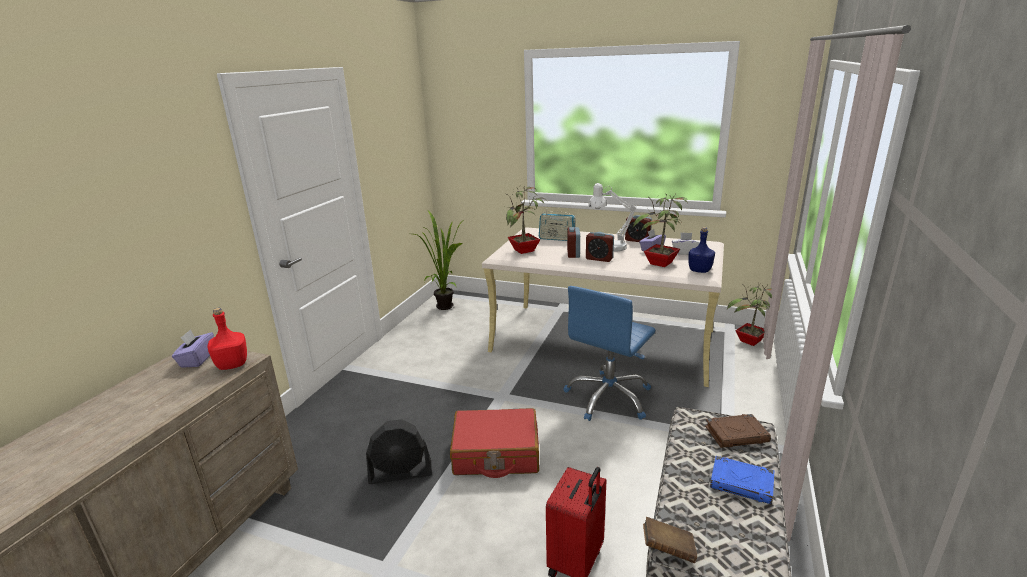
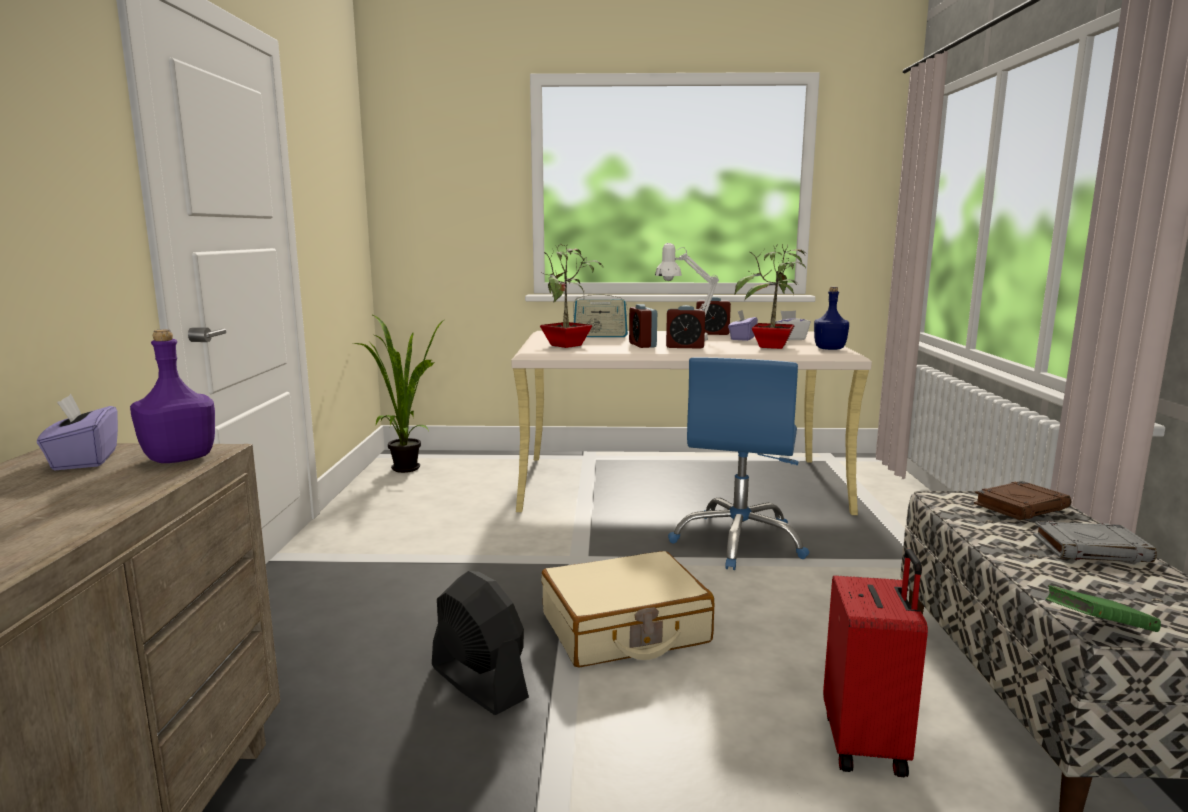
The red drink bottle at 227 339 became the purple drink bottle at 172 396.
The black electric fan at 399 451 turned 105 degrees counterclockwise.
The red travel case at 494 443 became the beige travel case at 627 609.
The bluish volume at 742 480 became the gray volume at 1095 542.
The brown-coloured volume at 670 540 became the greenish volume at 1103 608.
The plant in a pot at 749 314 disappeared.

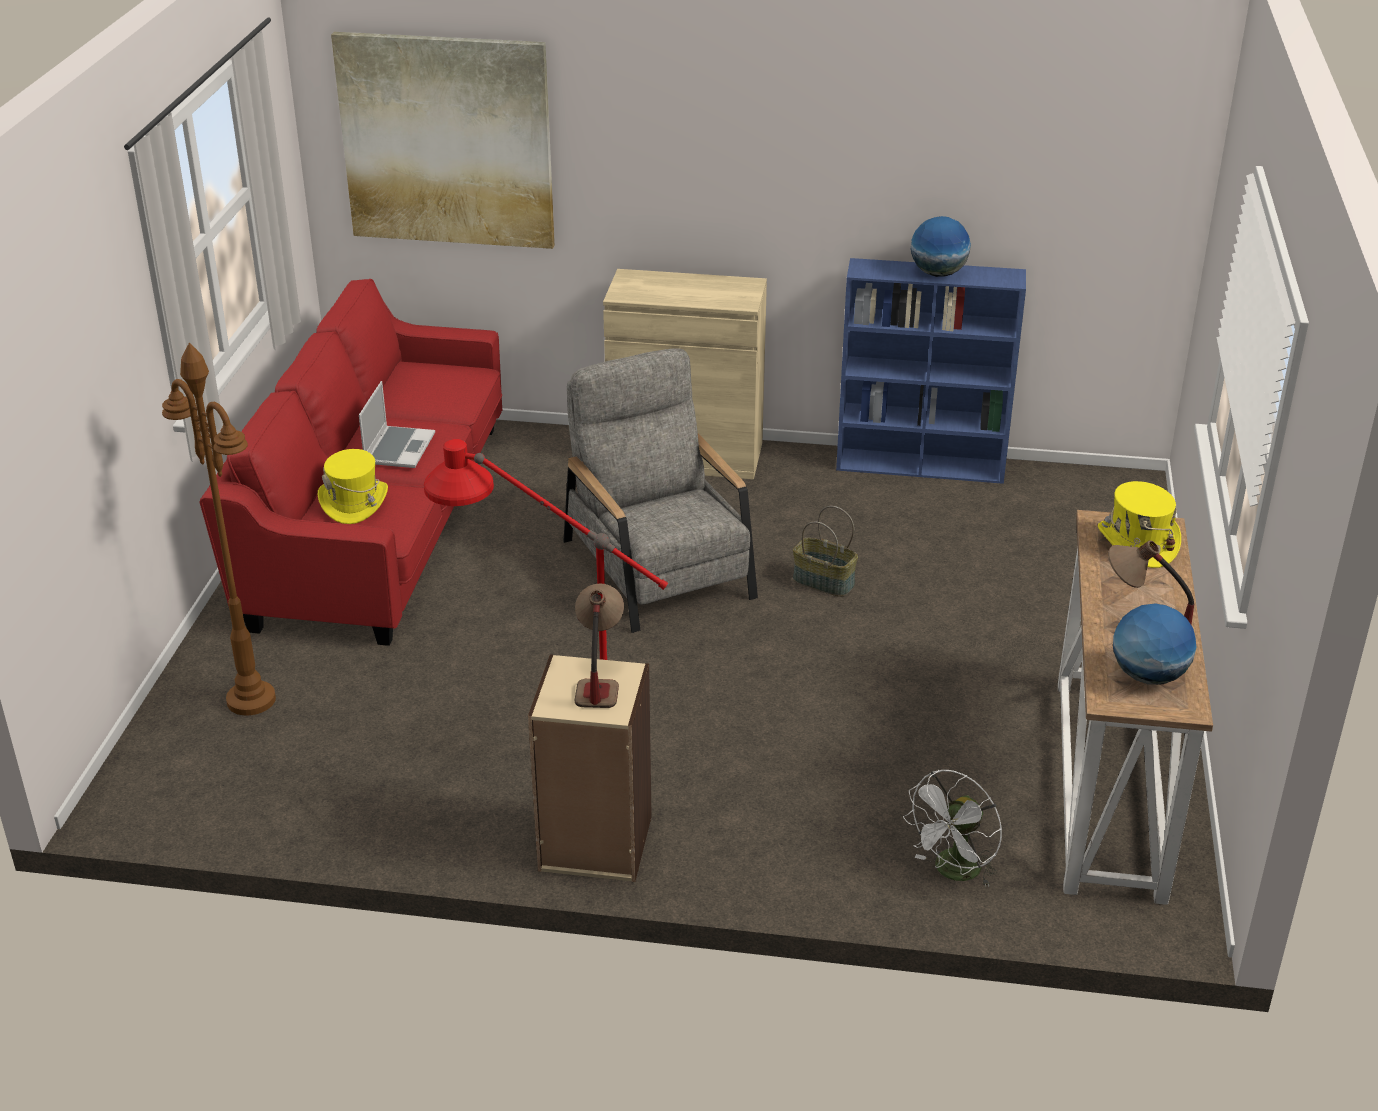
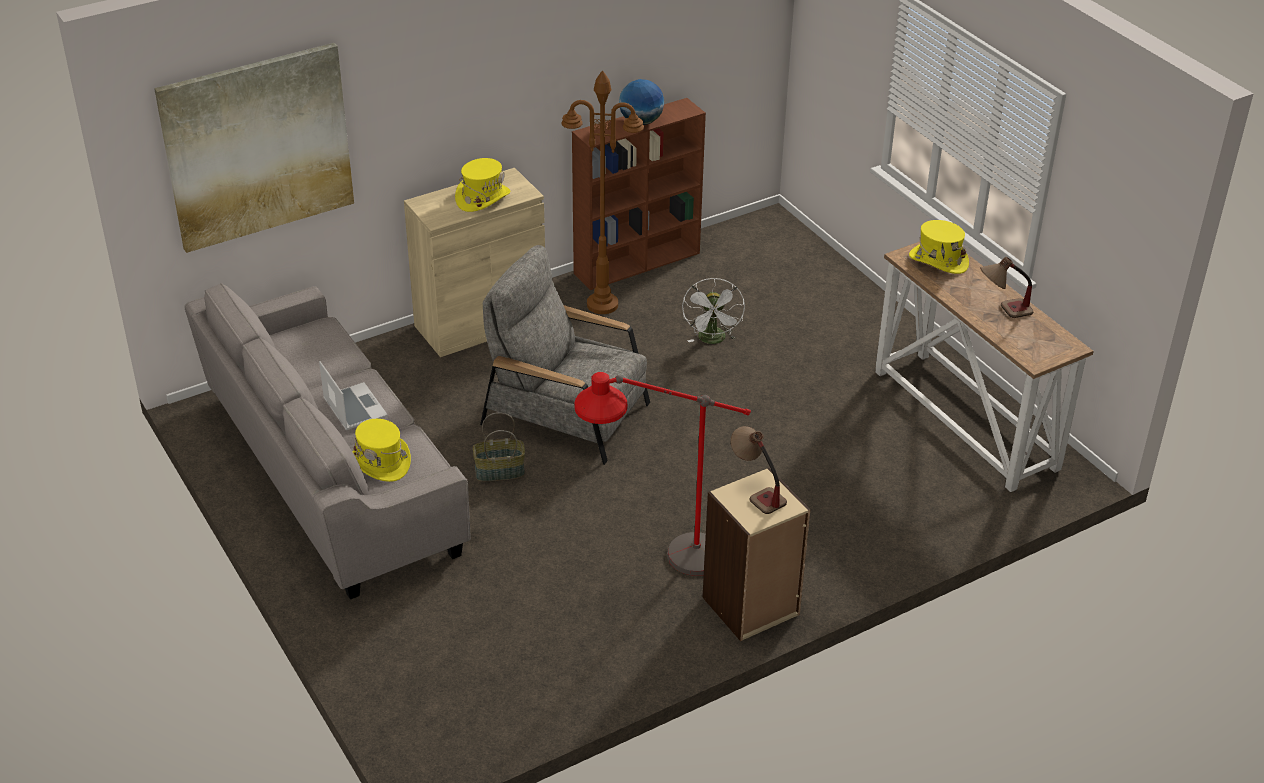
The red settee at 350 462 became the gray settee at 327 441.
The yellow-coloured clothing hat at 482 185 appeared.
The storage basket moved from 825 551 to 499 446.
The brown-coloured floor lamp moved from 219 529 to 602 192.
The bluish bookshelf at 931 371 became the brown-coloured bookshelf at 639 194.
The white electric fan moved from 952 828 to 713 311.
The desk globe at 1155 644 disappeared.

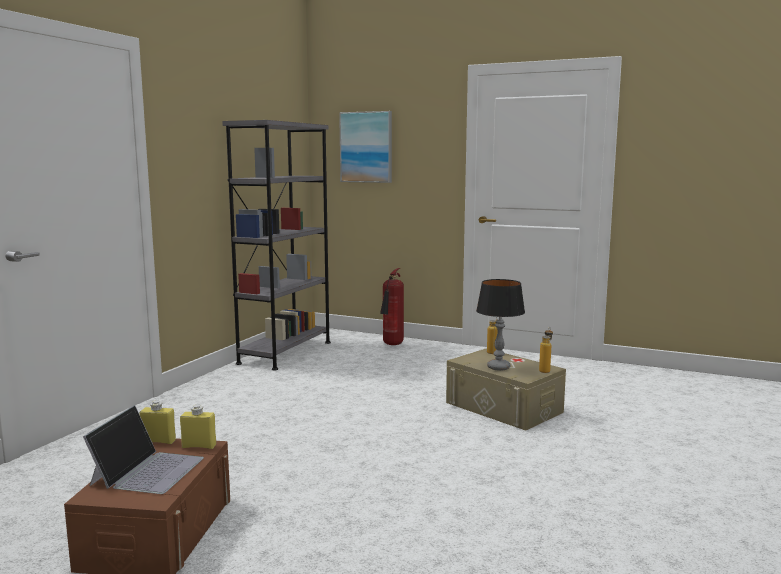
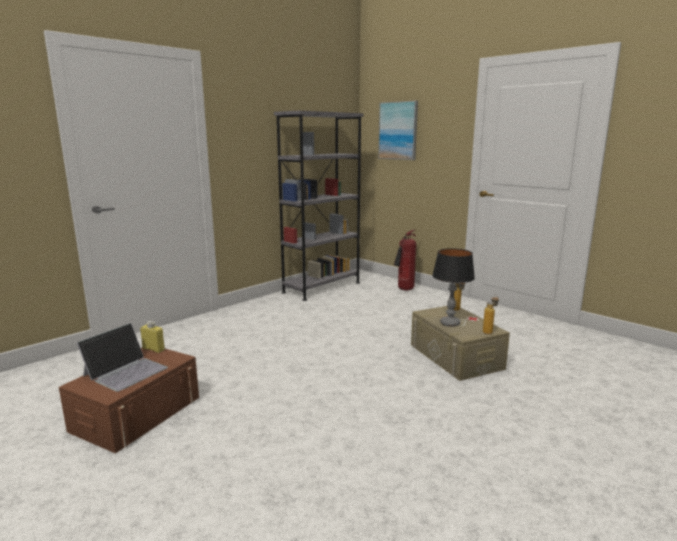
The yellow-coloured drink bottle at 198 427 disappeared.

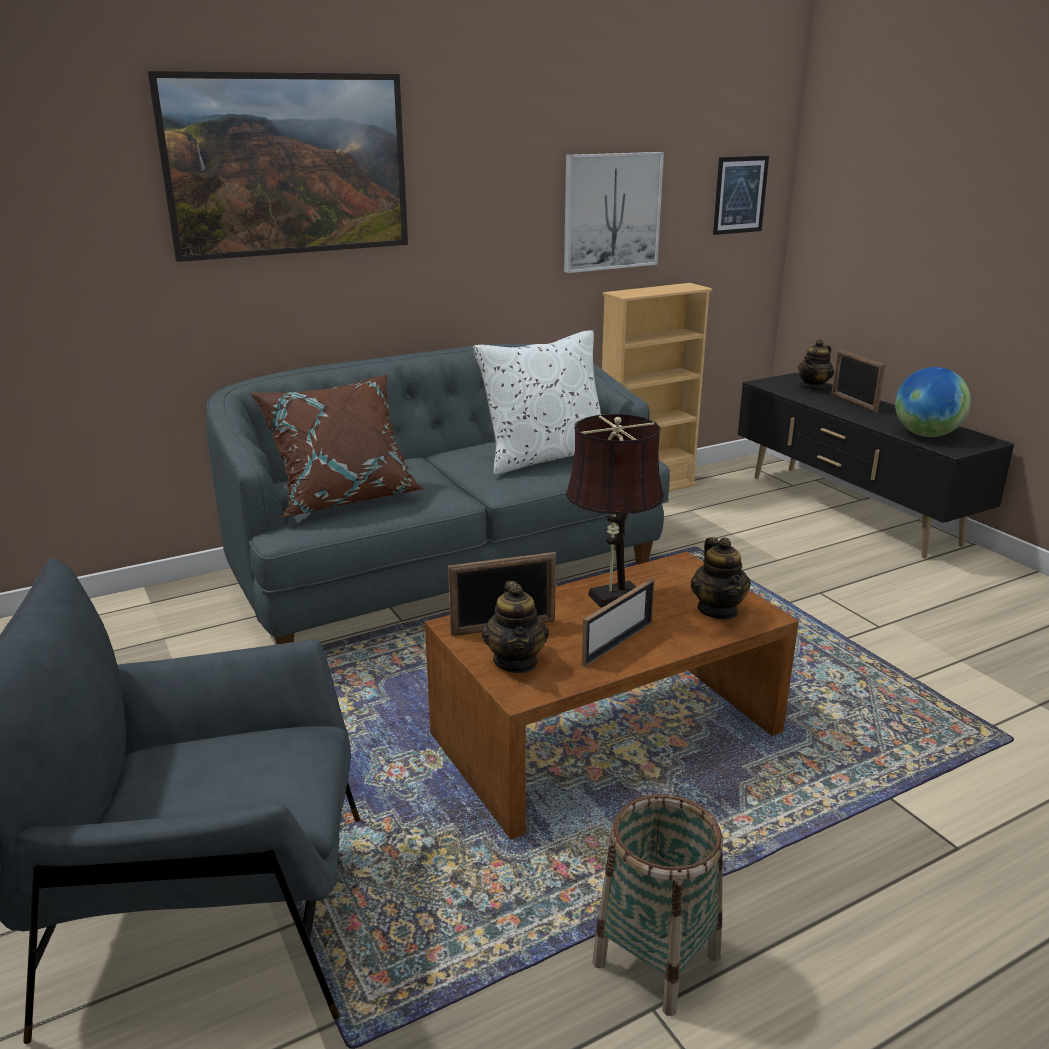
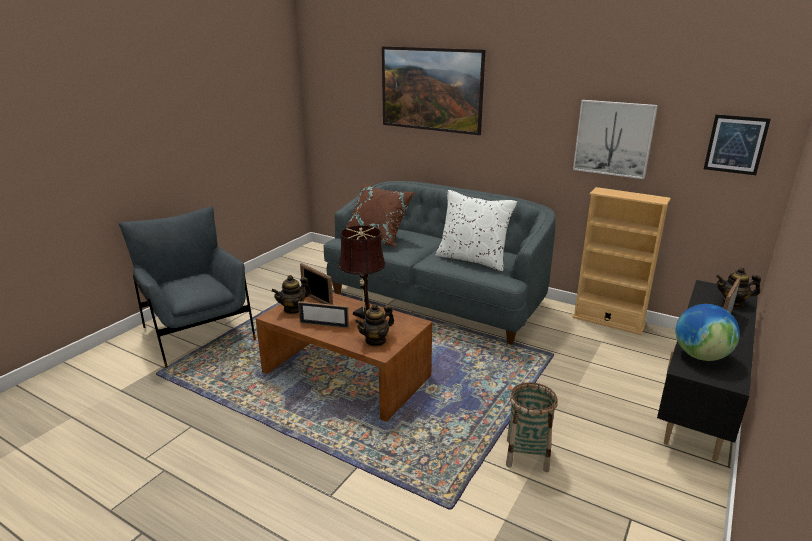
The storage basket moved from 657 905 to 532 427.

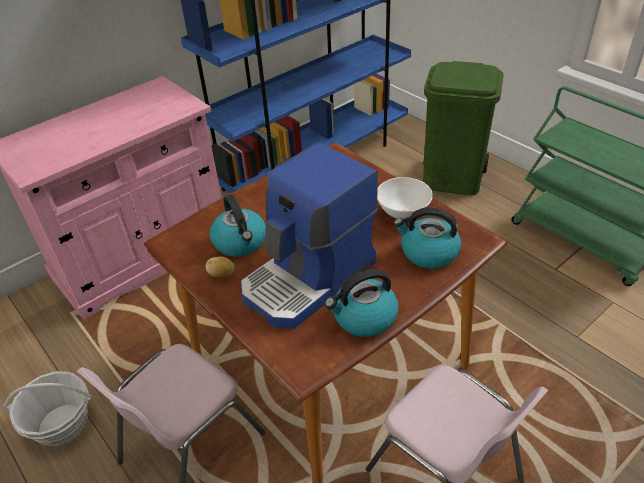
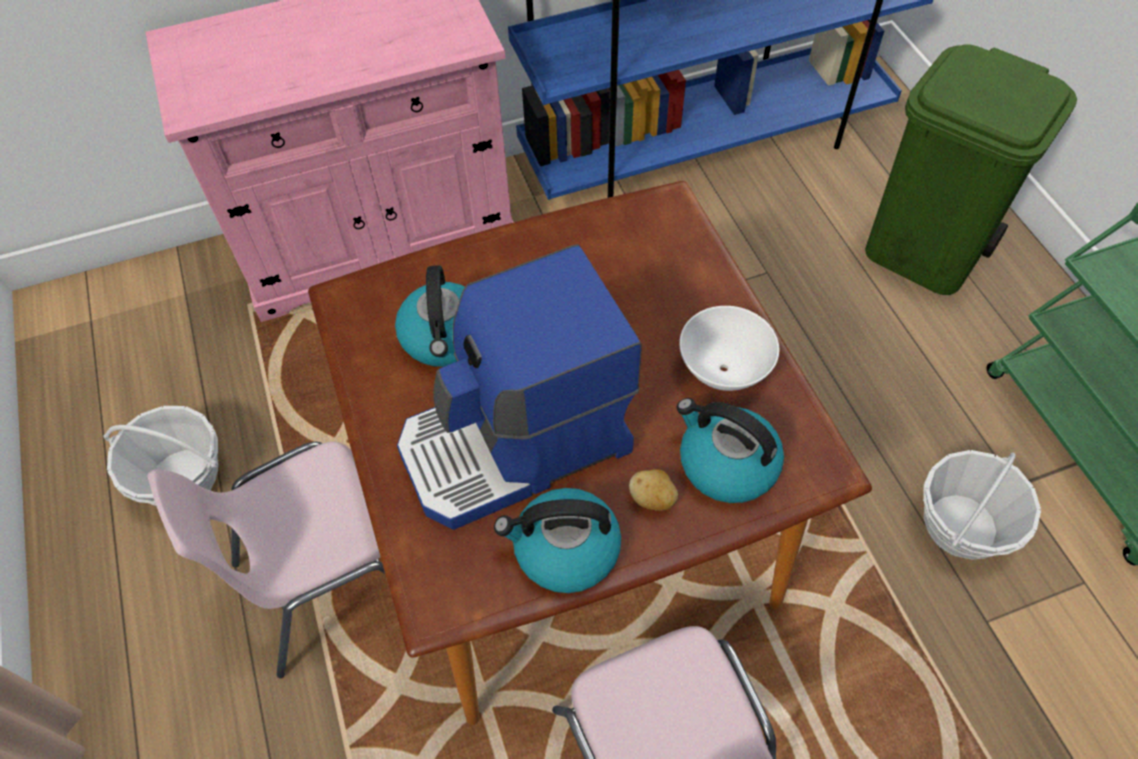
The whole potato moved from 220 267 to 653 490.
The storage basket at 982 505 appeared.

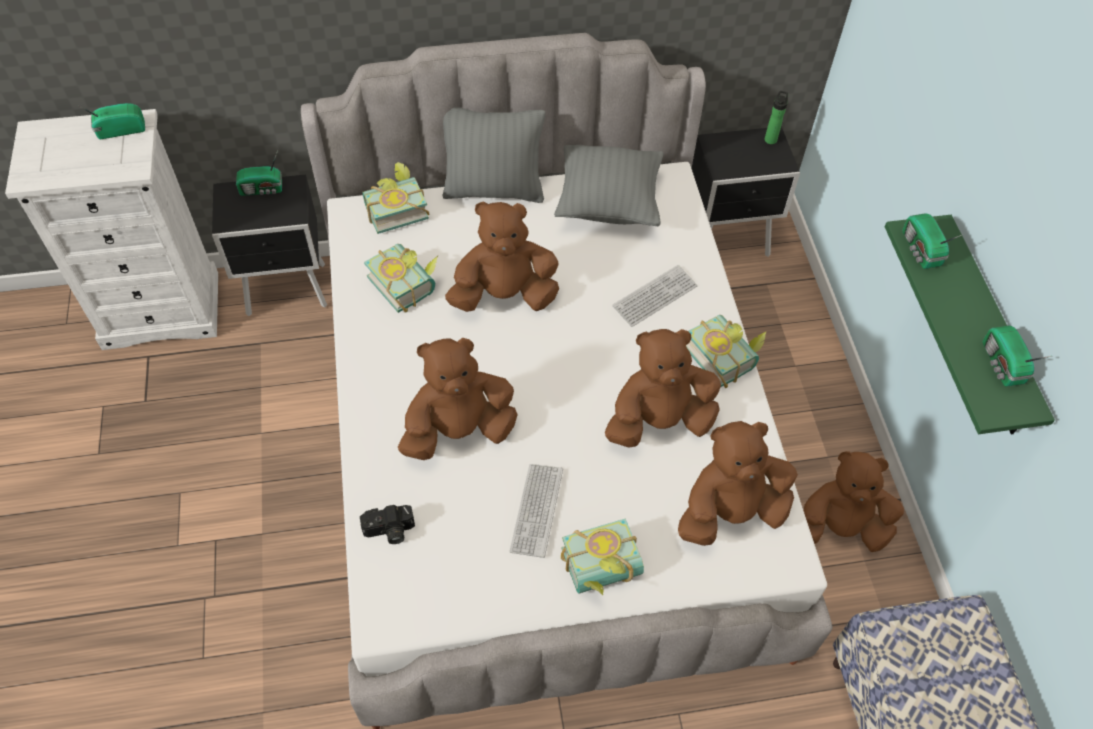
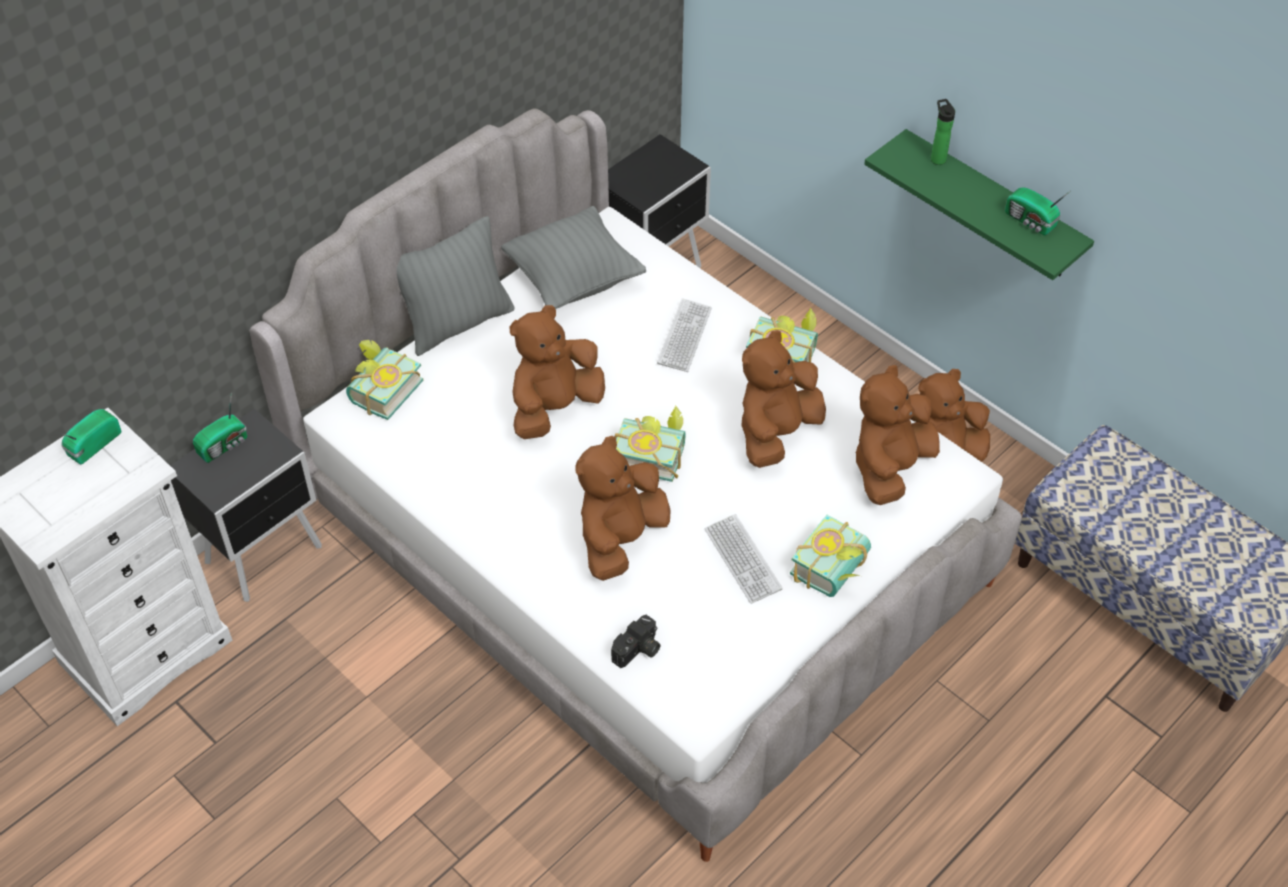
The volume moved from 401 278 to 650 444.
The drink bottle moved from 776 117 to 943 132.
The radio receiver at 933 241 disappeared.

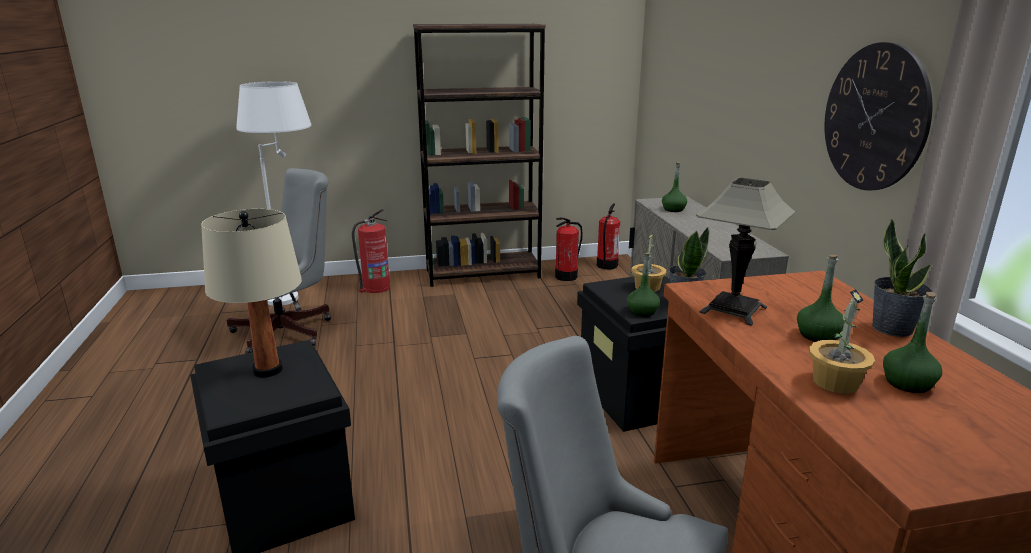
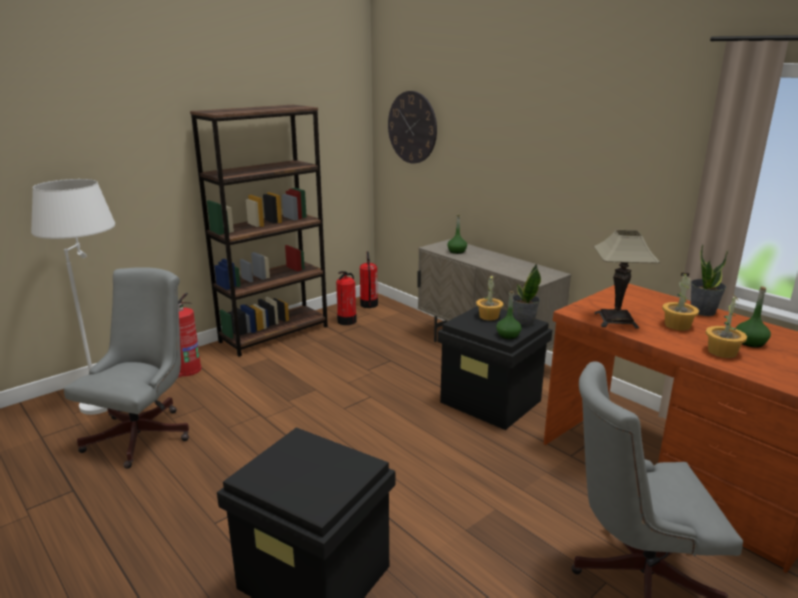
The wall clock moved from 878 116 to 412 127.
The greenish drink bottle at 820 298 was replaced by the plant in a pot at 680 302.
The beige tabletop lamp at 251 293 disappeared.

